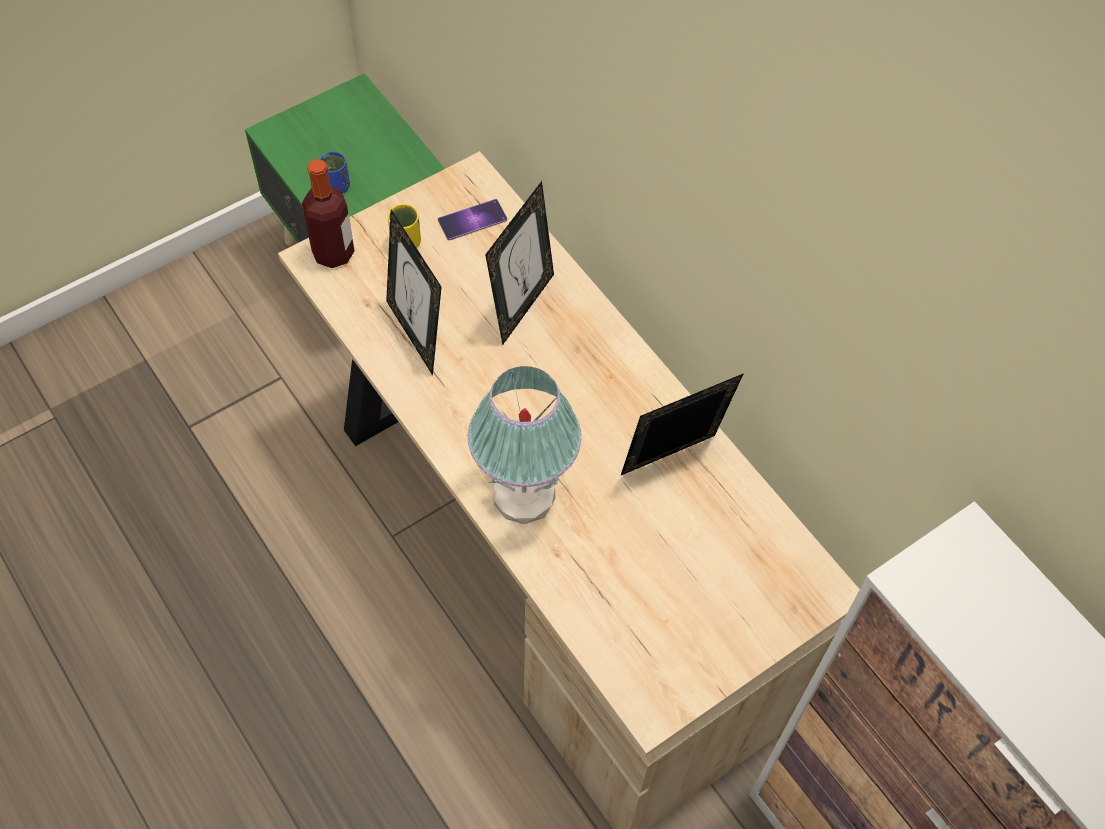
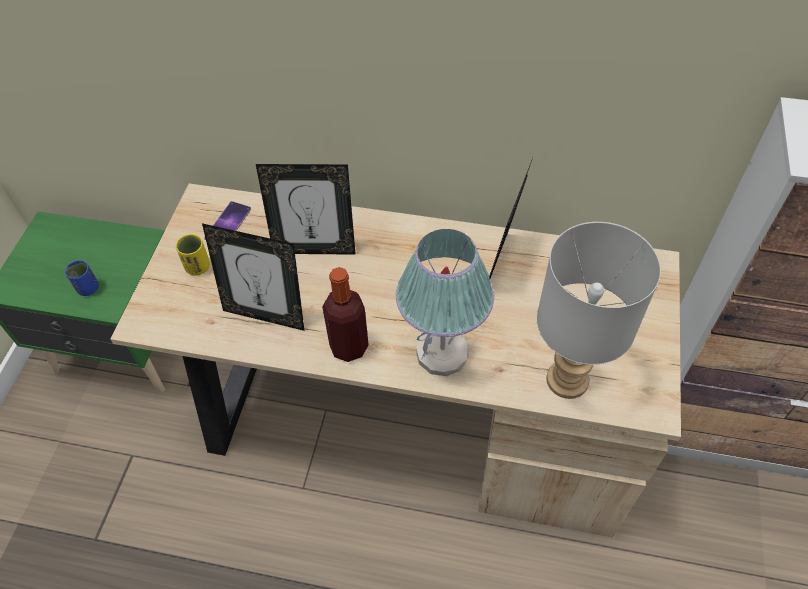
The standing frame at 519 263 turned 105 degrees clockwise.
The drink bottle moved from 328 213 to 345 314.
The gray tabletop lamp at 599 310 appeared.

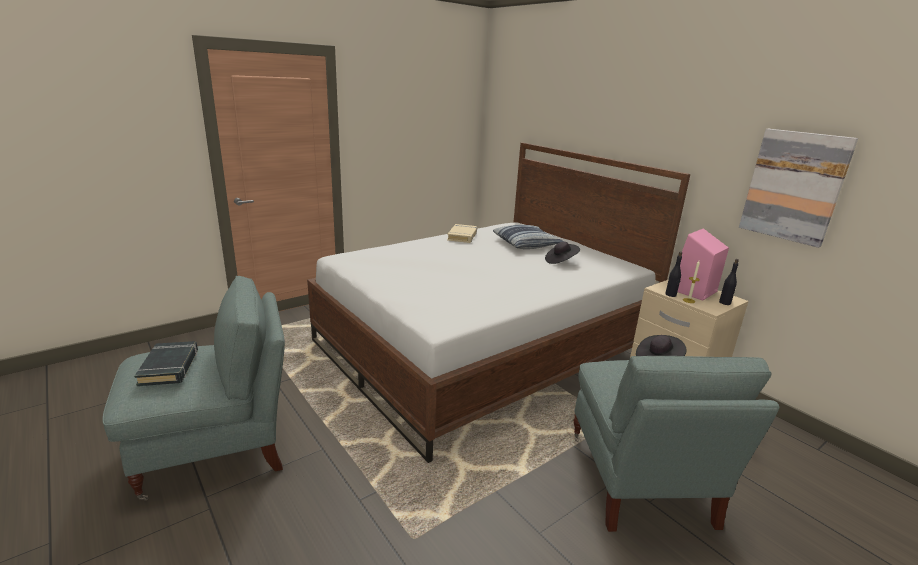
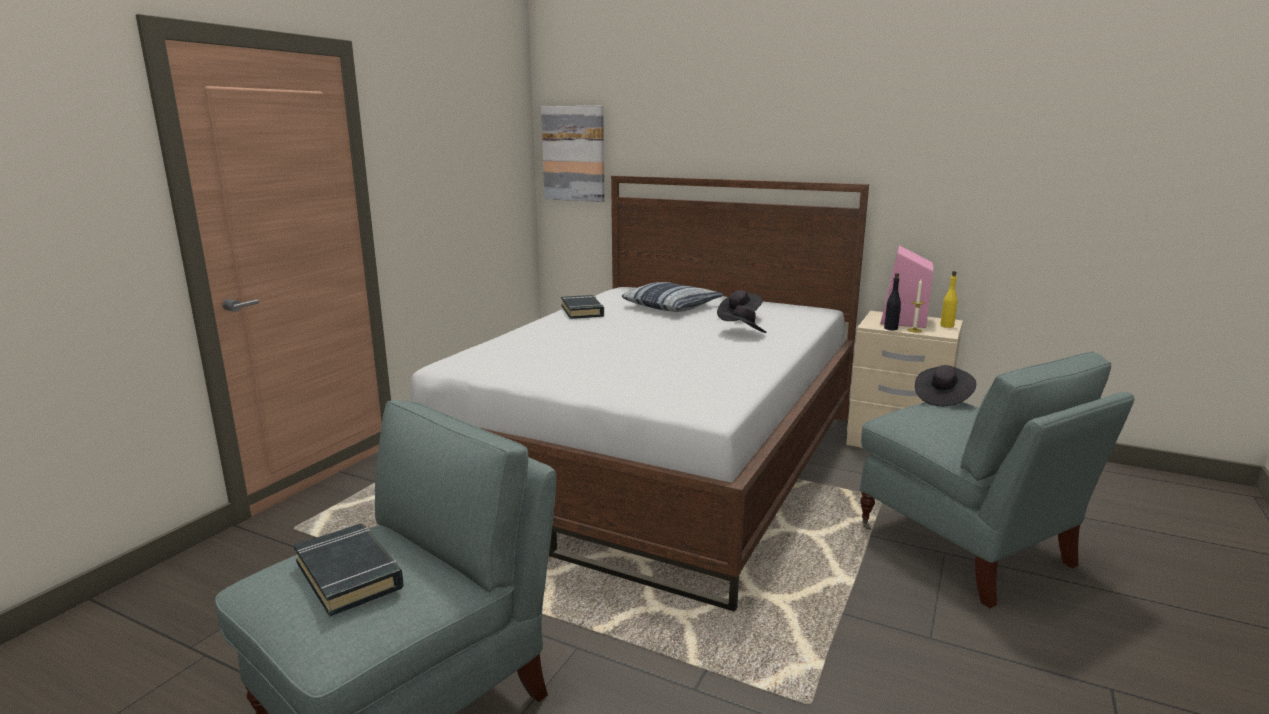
The wall art moved from 798 188 to 573 154.
The beige volume at 462 233 became the black volume at 582 307.
The black clothing hat at 742 319 appeared.
The black drink bottle at 729 282 became the yellow-coloured drink bottle at 949 299.

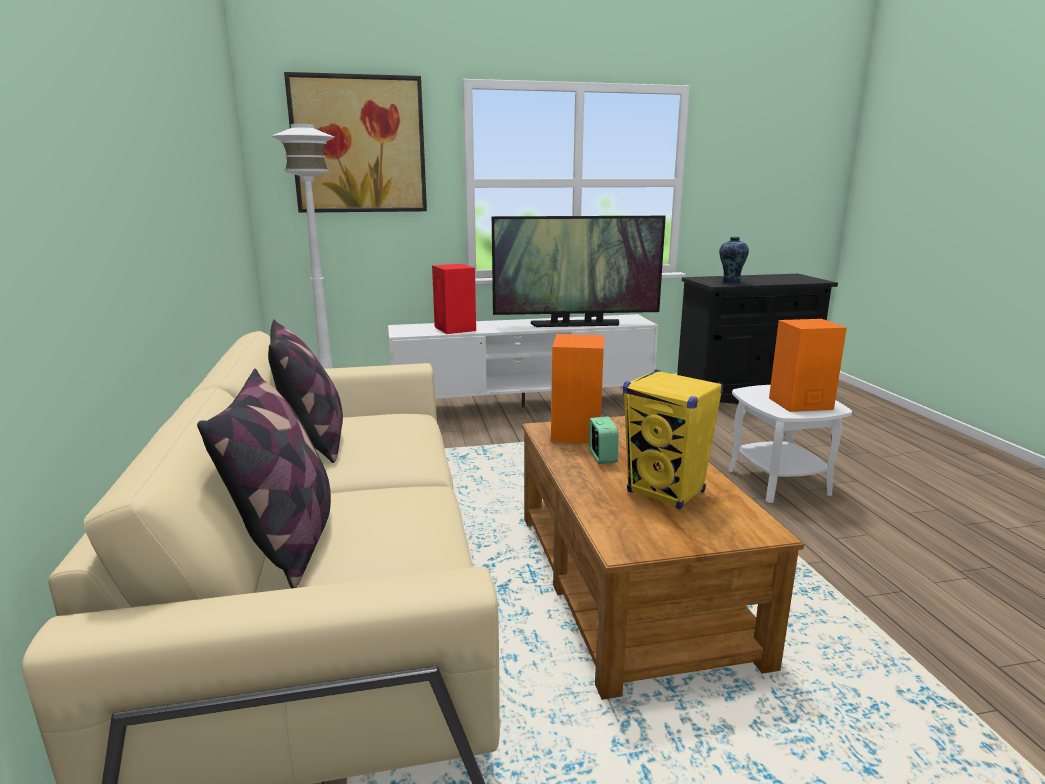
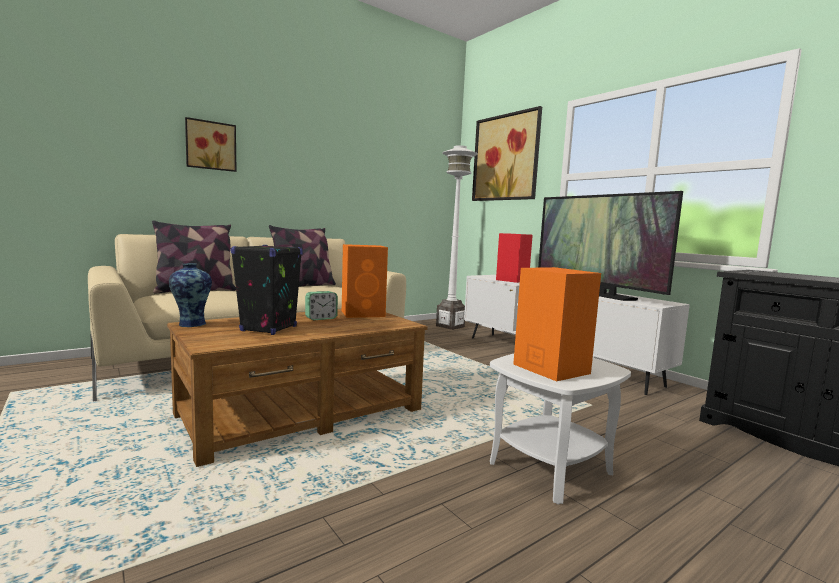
The flower vase moved from 734 260 to 190 295.
The wall art at 211 144 appeared.
The yellow-coloured audio speaker at 673 439 became the black audio speaker at 266 290.

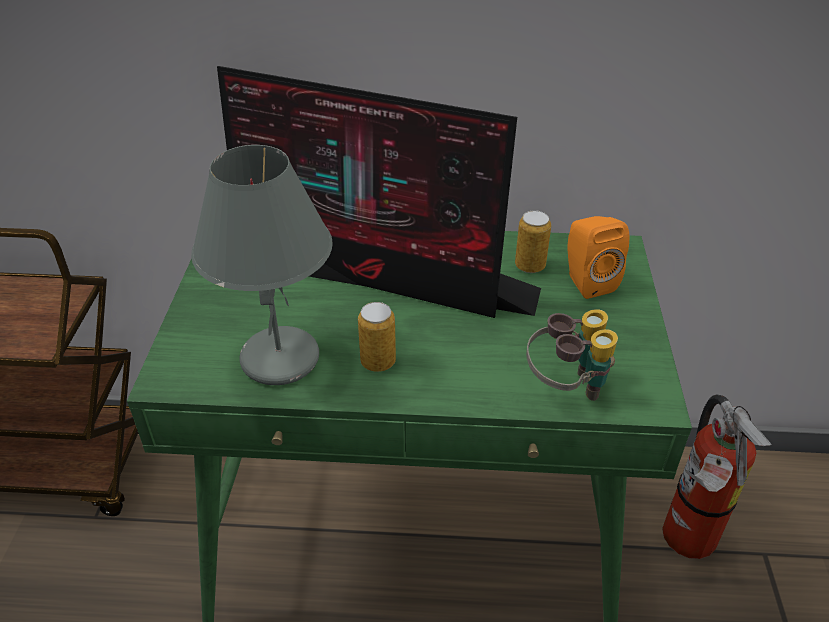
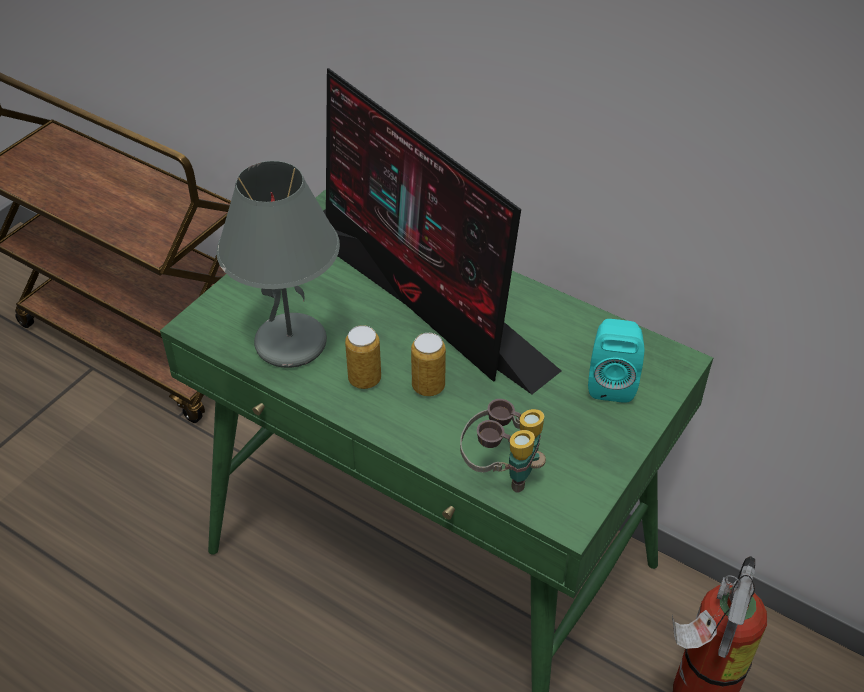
The metal can moved from 533 241 to 428 364.
The orange audio speaker at 598 257 became the turquoise audio speaker at 616 361.

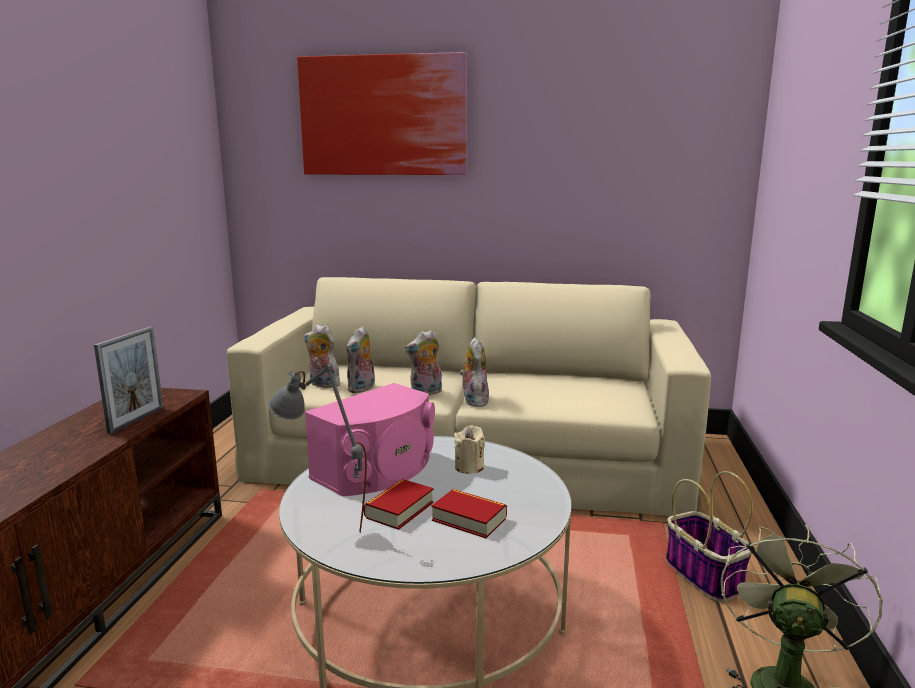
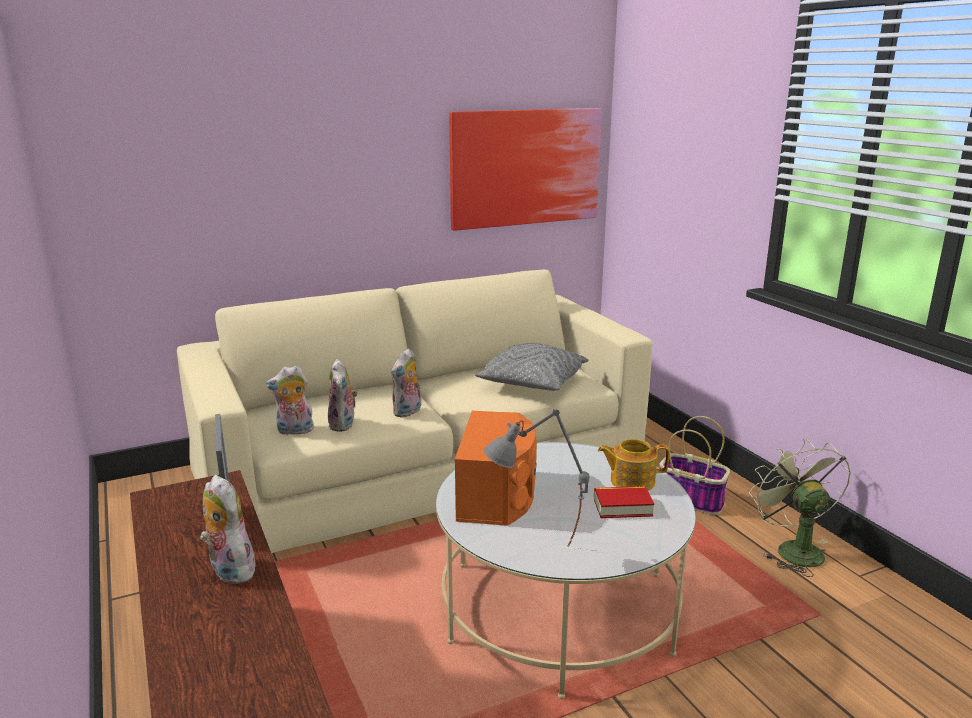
The cuddly toy moved from 474 372 to 227 529.
The wall art moved from 382 113 to 525 169.
The pink audio speaker at 370 439 became the orange audio speaker at 496 468.
The gray throw pillow at 532 367 appeared.
The tea pot at 633 465 appeared.
The volume at 399 504 disappeared.
The beige wax candle at 469 449 disappeared.

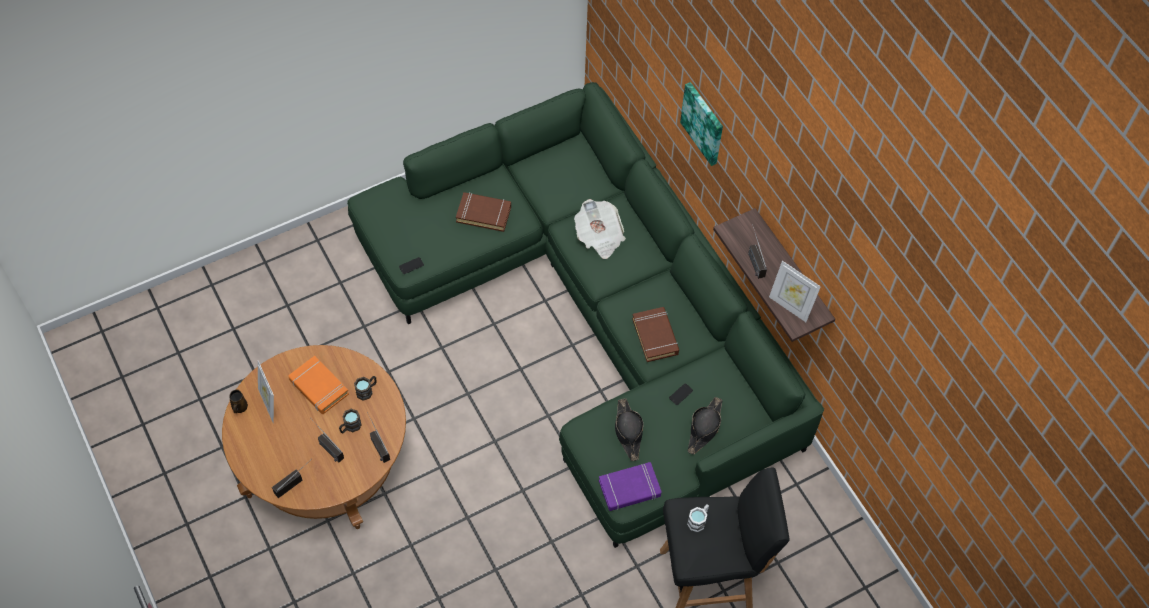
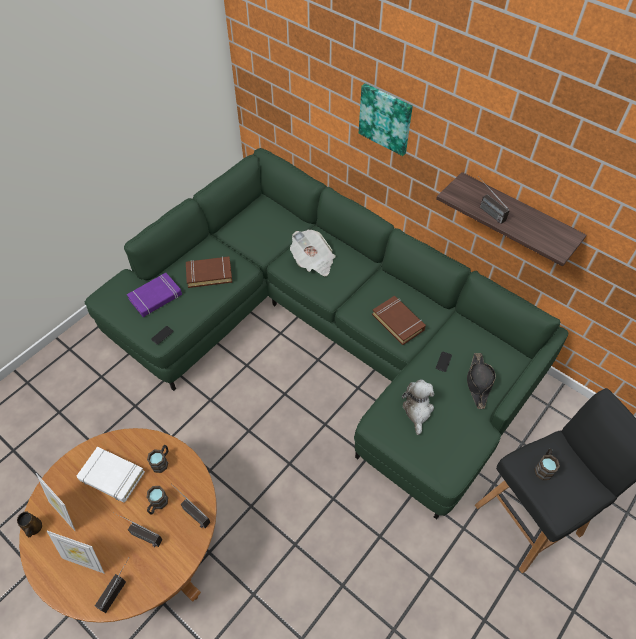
The standing frame moved from 795 291 to 75 552.
The orange volume at 319 385 became the white volume at 111 474.
The purple volume moved from 630 486 to 154 295.
The black clothing hat at 629 429 was replaced by the cuddly toy at 418 407.
The white coffee mug at 698 518 became the brown-coloured coffee mug at 547 464.

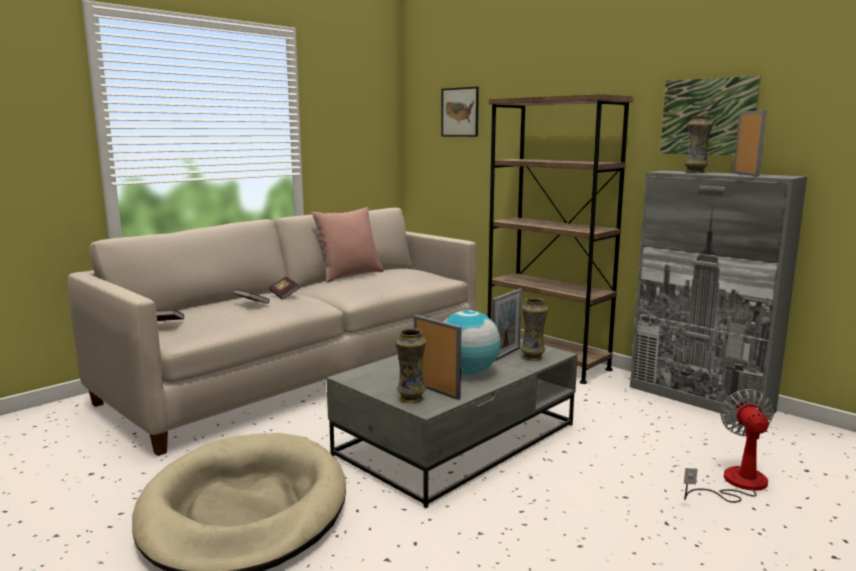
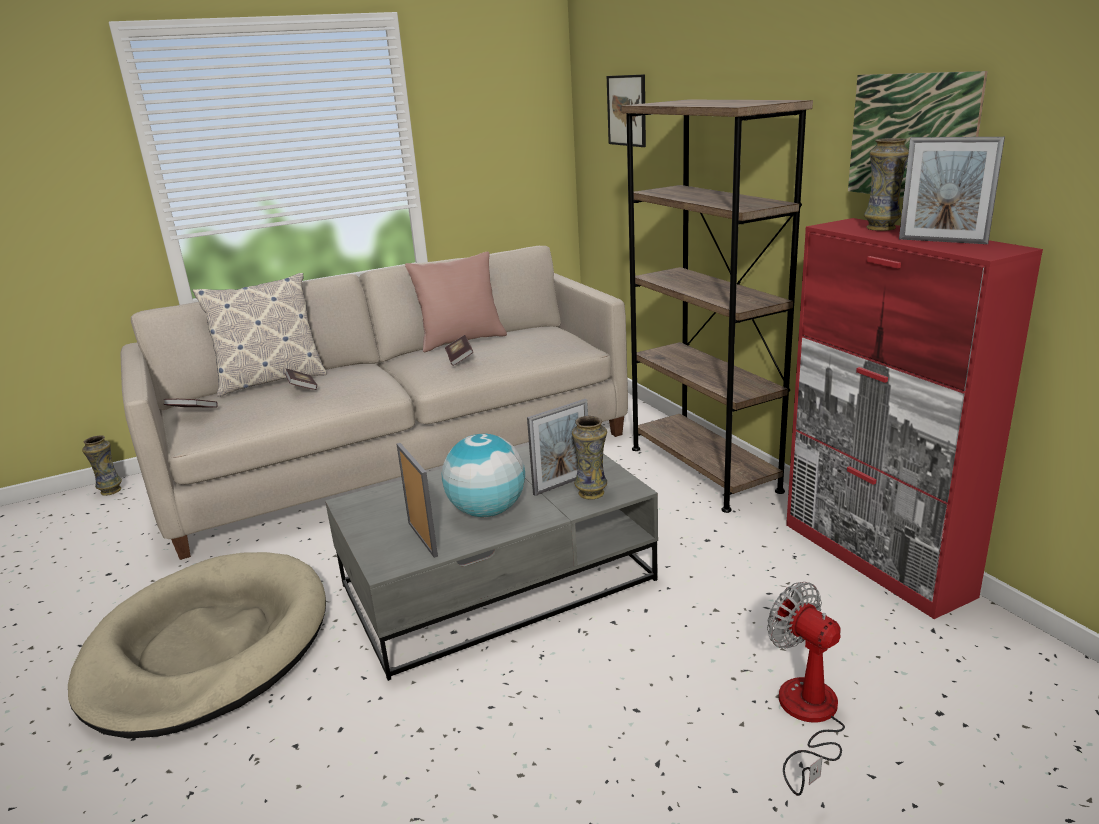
The flower vase moved from 410 365 to 102 466.
The throw pillow at 259 335 appeared.
The volume moved from 284 288 to 459 350.
The electric fan at 729 446 turned 60 degrees counterclockwise.
The gray cabinet at 718 293 became the red cabinet at 914 418.
The standing frame at 750 143 turned 105 degrees clockwise.

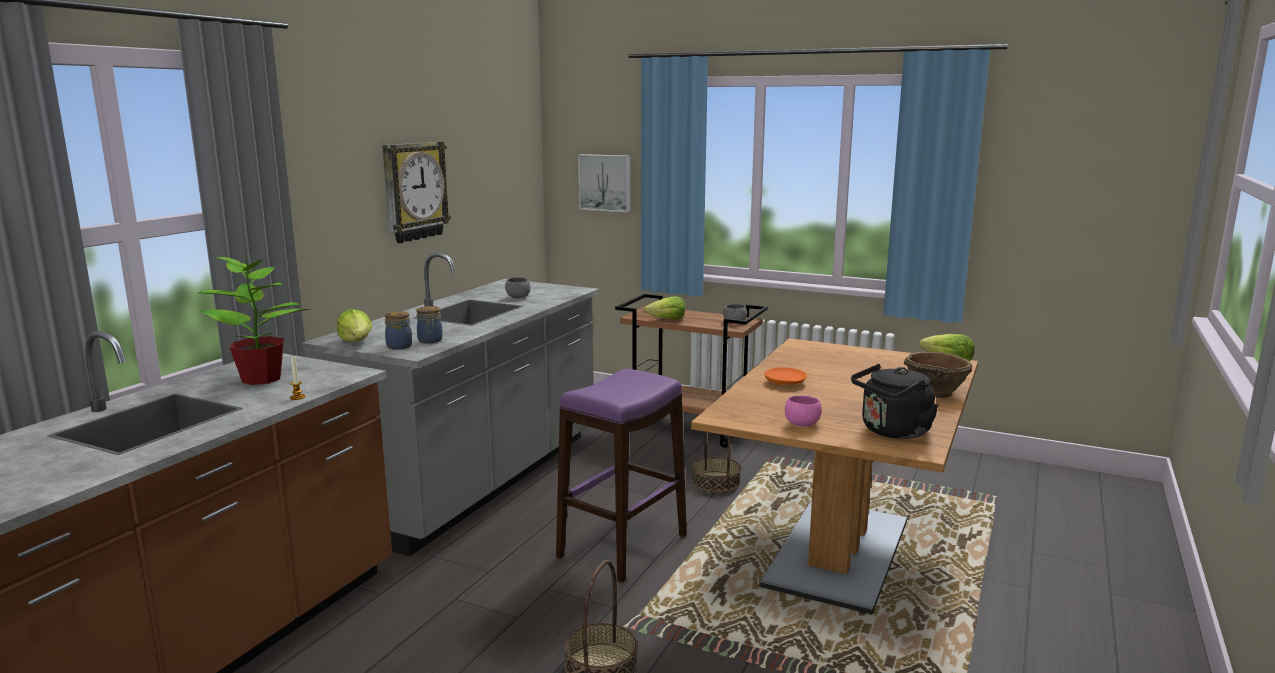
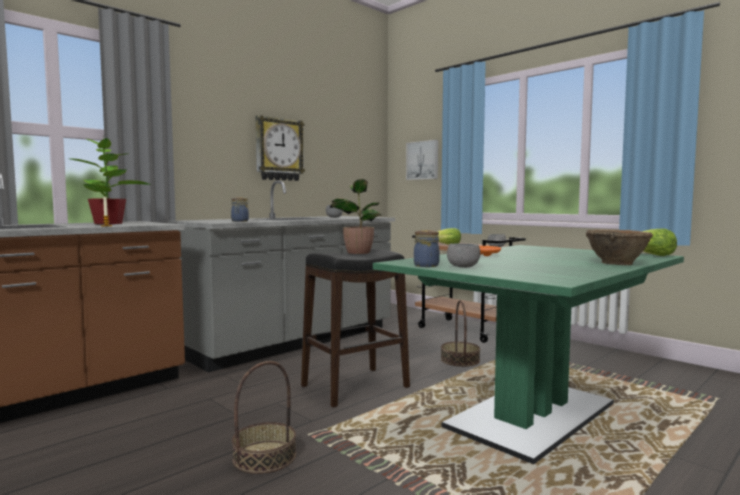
The purple sitting stool at 621 476 became the black sitting stool at 355 328.
The plant in a pot at 356 216 appeared.
The brown-coloured dinner table at 834 476 became the greenish dinner table at 528 354.
The storage jar moved from 398 330 to 427 248.
The pink deep dish at 803 411 became the gray deep dish at 463 255.
The lettuce head at 355 325 disappeared.
The black kettle at 895 401 disappeared.

